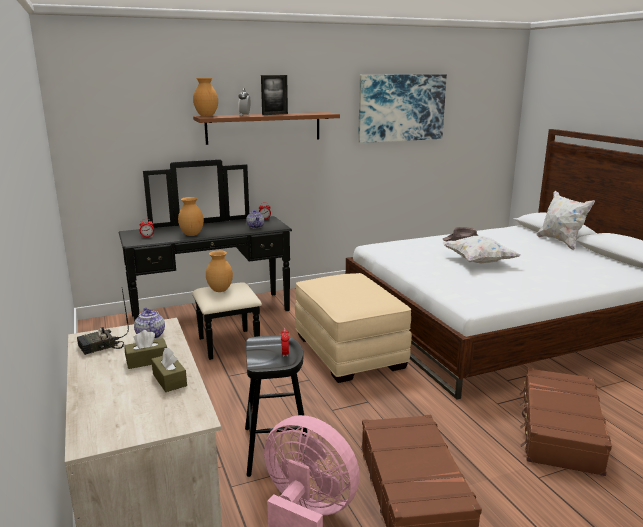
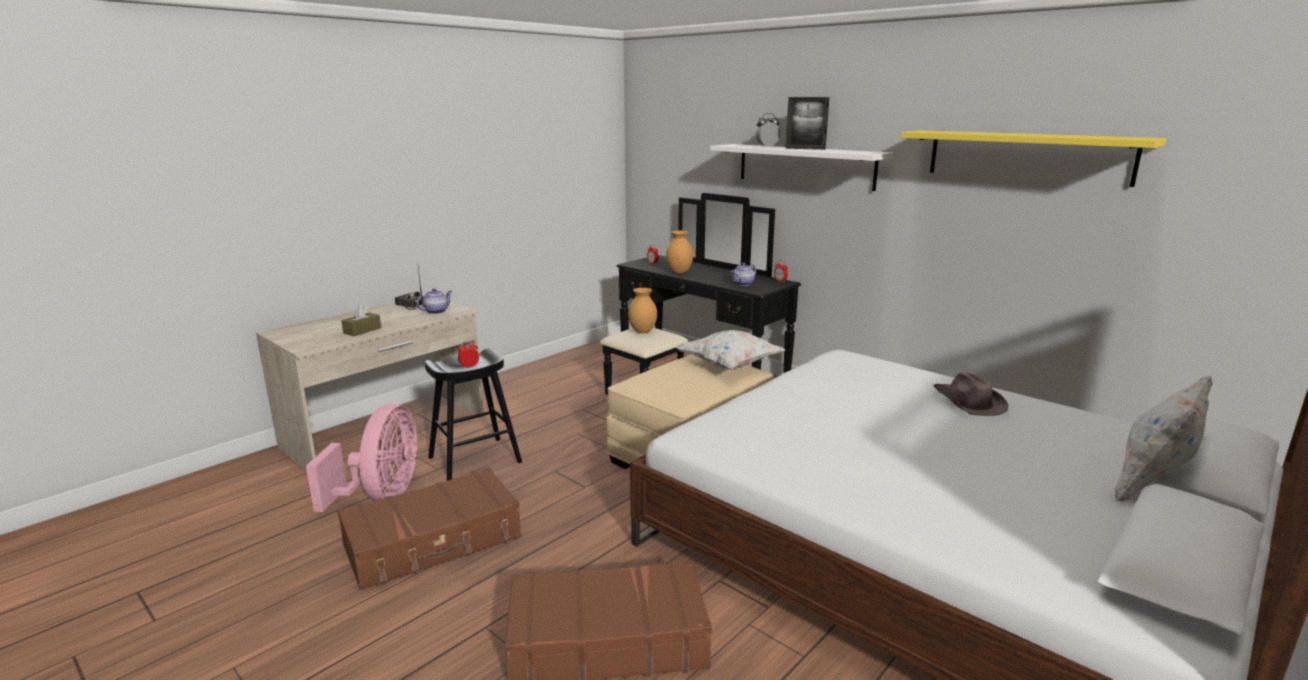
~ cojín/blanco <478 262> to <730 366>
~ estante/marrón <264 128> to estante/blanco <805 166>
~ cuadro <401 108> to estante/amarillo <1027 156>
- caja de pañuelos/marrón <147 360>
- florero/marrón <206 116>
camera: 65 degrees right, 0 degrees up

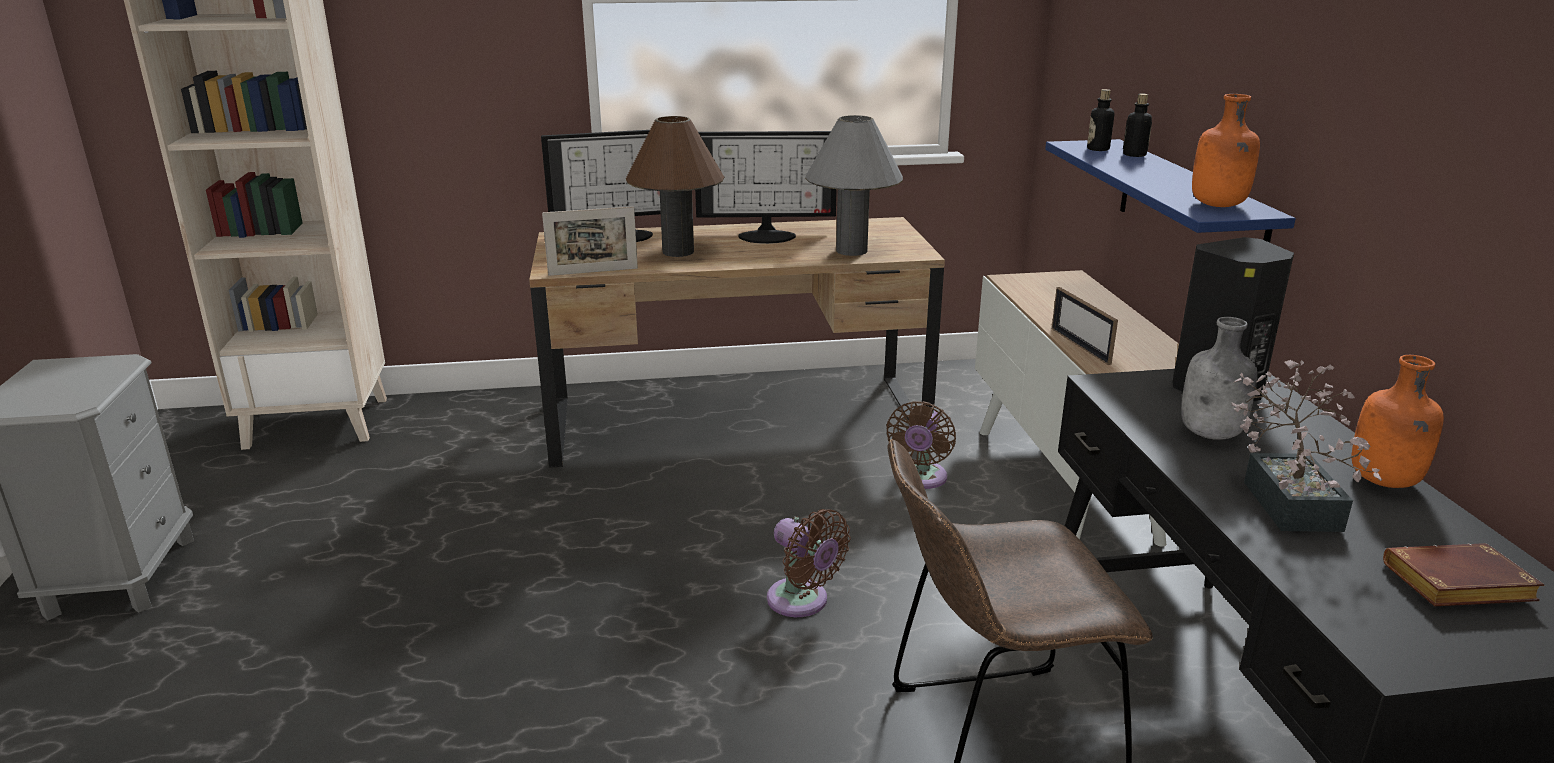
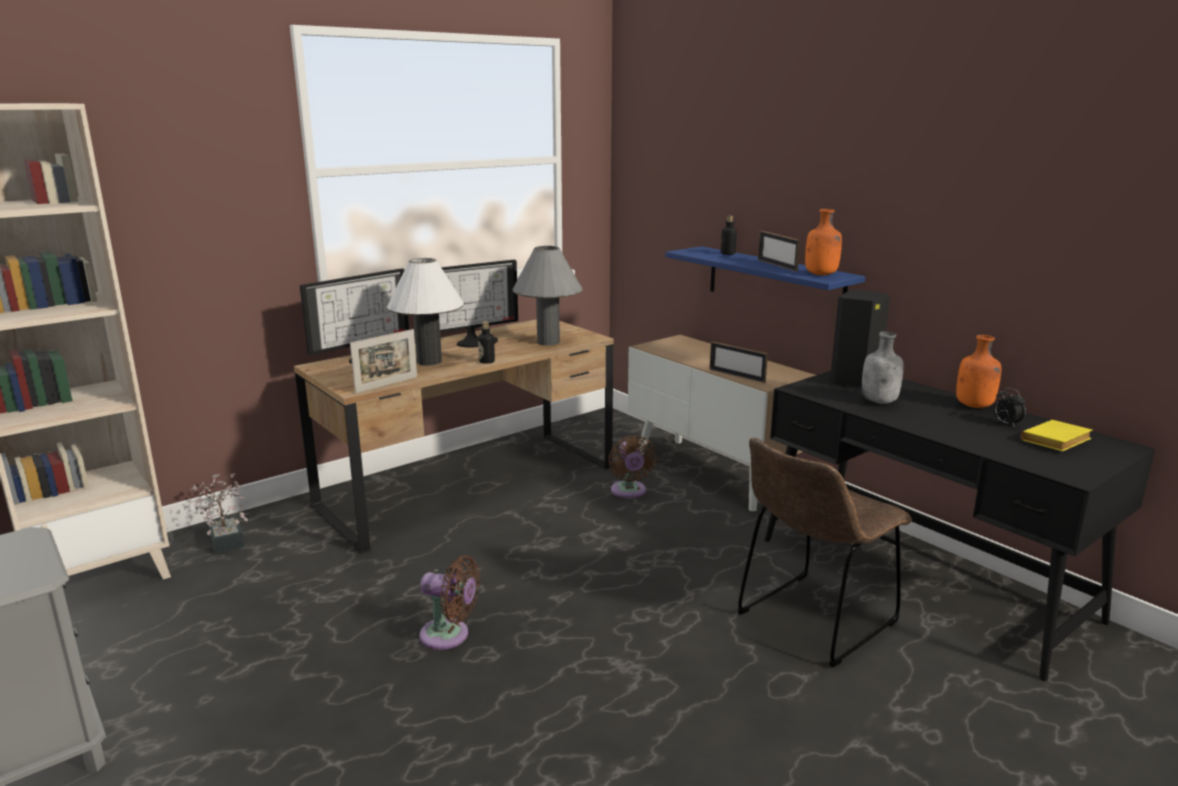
~ planta en maceta <1288 499> to <227 537>
~ lámpara de mesa/marrón <678 252> to lámpara de mesa/blanco <429 361>
~ ventilador/marrón <802 602> to <449 635>
~ botella <1098 149> to <487 361>
+ portarretratos <777 265>
+ despertador <1006 424>
~ libro/marrón <1456 586> to libro/amarillo <1056 442>
camera: 30 degrees left, 5 degrees down

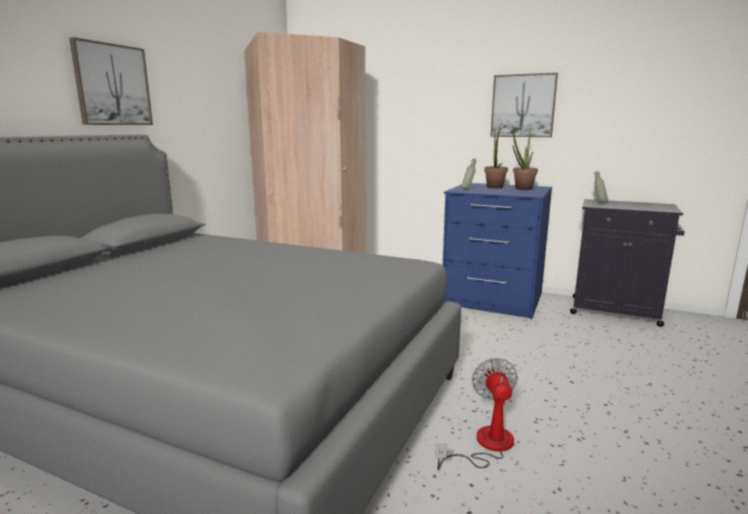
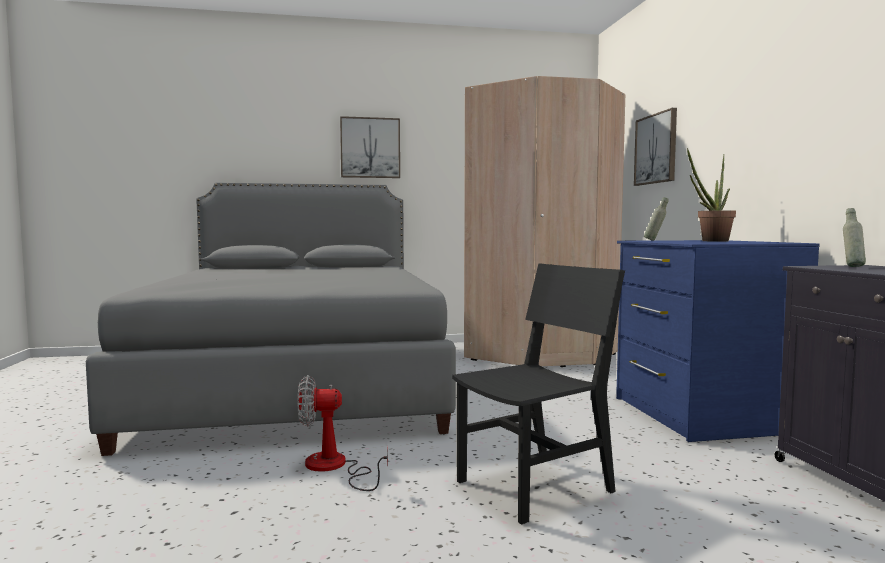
~ ventilador <485 445> = <334 467> 150 degrees counterclockwise
+ silla/negro <535 486>
~ cuadro <523 106> to <656 149>
- planta en maceta <521 189>
camera: 55 degrees right, 10 degrees down

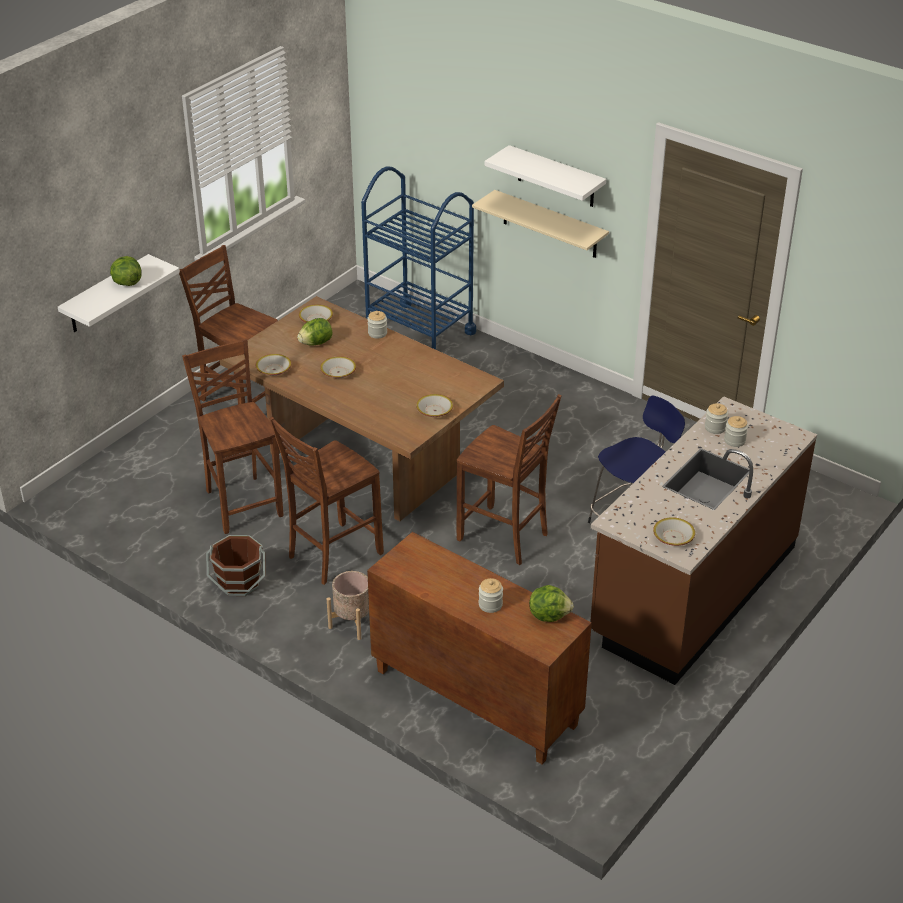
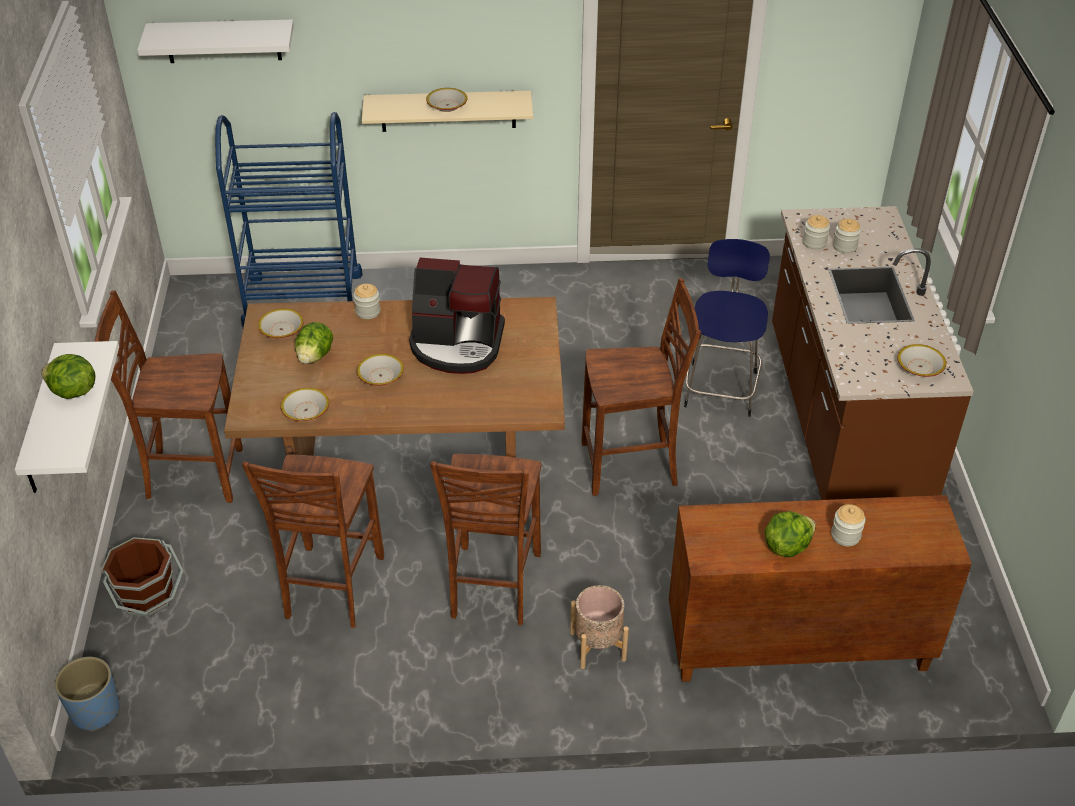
+ maceta/azul <94 710>
~ cubo/marrón <239 583> to <147 596>
~ estante/blanco <556 177> to <223 41>
~ silla/marrón <243 503> = <331 588> 105 degrees counterclockwise
+ cafetera <457 344>
~ cuenco <435 411> to <447 105>
~ lechuga <549 615> to <786 546>
camera: 40 degrees left, 5 degrees up

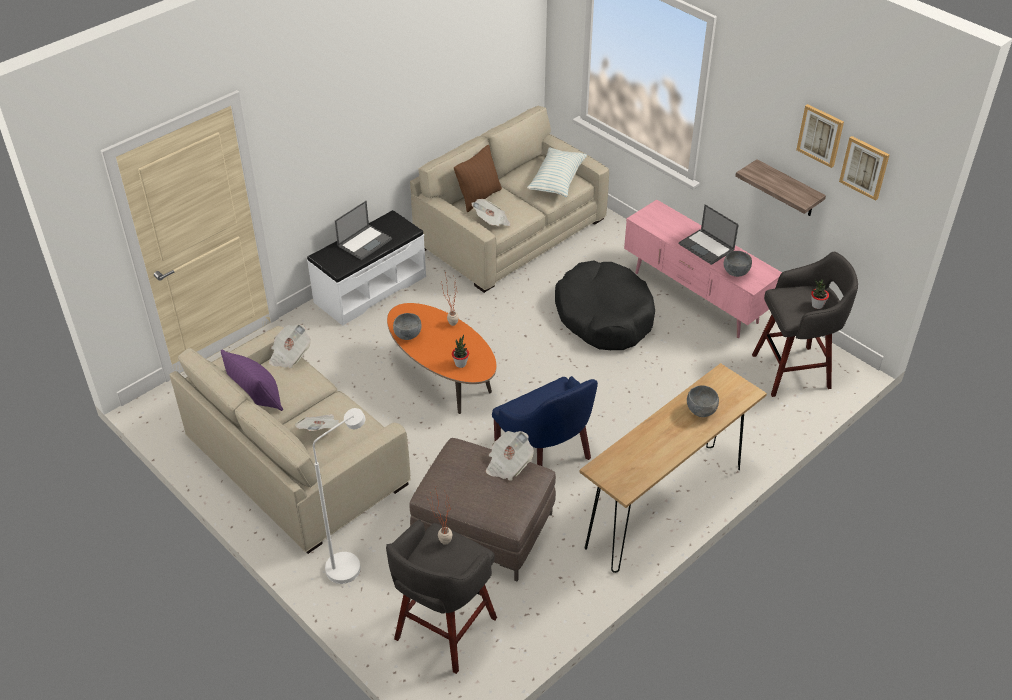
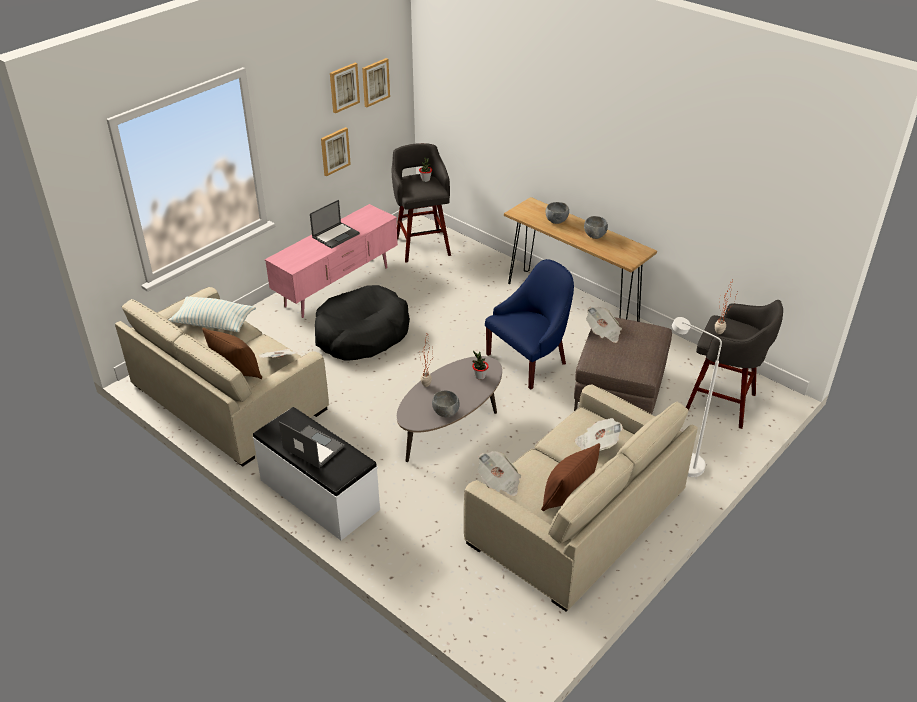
~ estante <788 189> to cuadro <334 151>
~ mesa de centro/naranja <442 377> to mesa de centro/gris <451 428>
~ cojín/morado <257 399> to cojín/marrón <567 497>
~ cuenco/gris <735 272> to <594 236>
camera: 95 degrees left, 5 degrees down

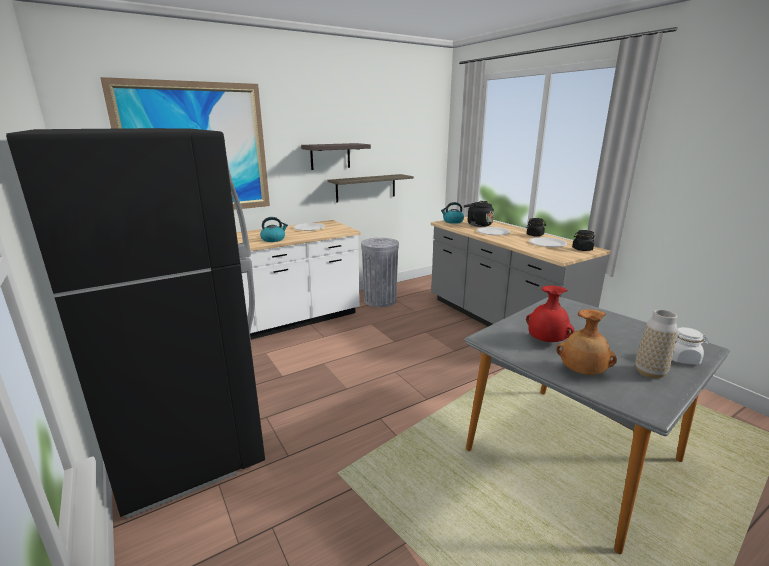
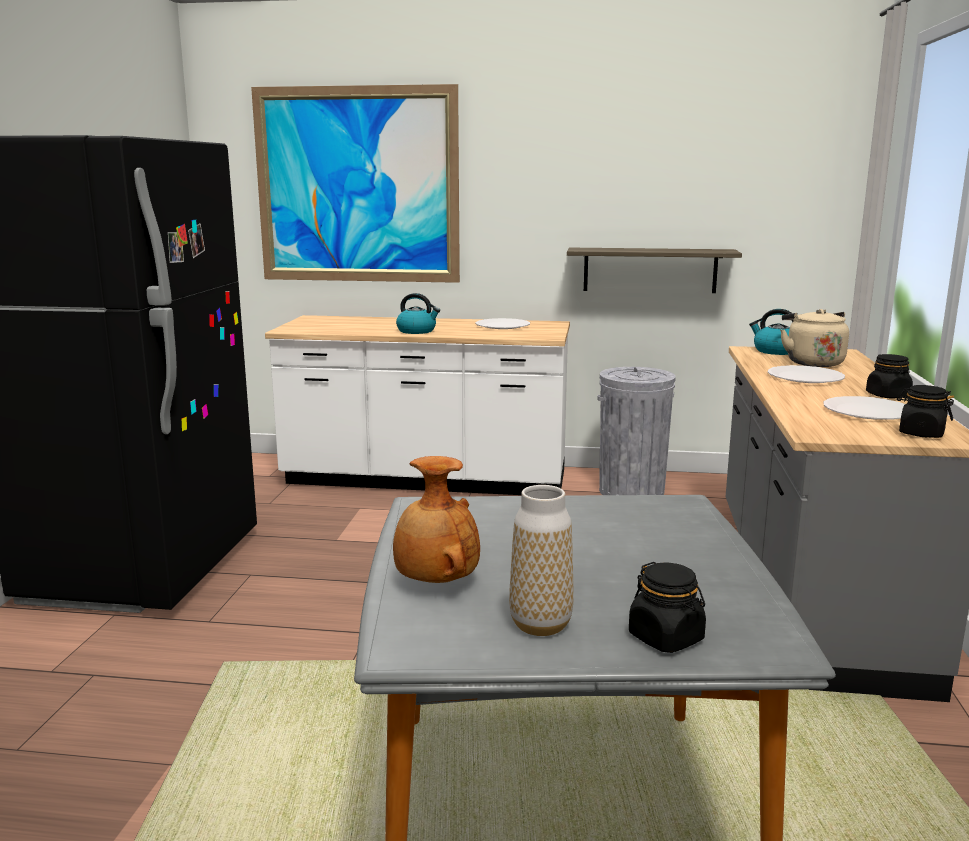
~ tarro/blanco <682 358> to tarro/negro <666 638>
~ hervidor/negro <477 225> to hervidor/beis <812 362>
- estante <330 156>
- florero/rojo <546 341>
camera: 40 degrees right, 5 degrees down

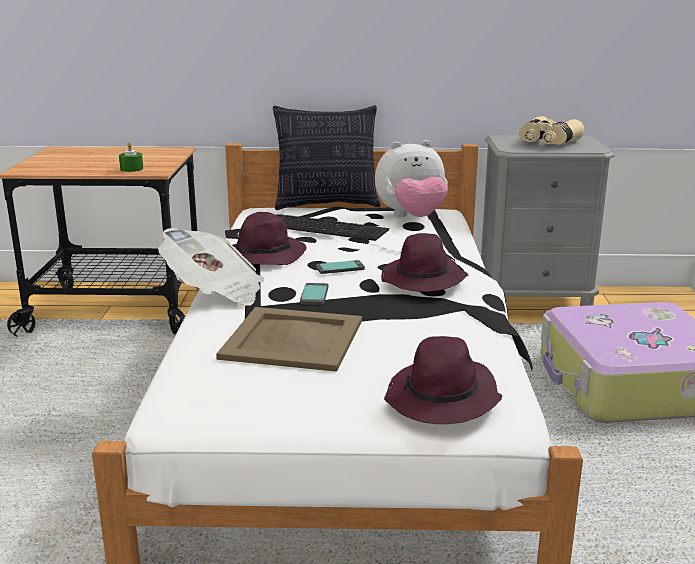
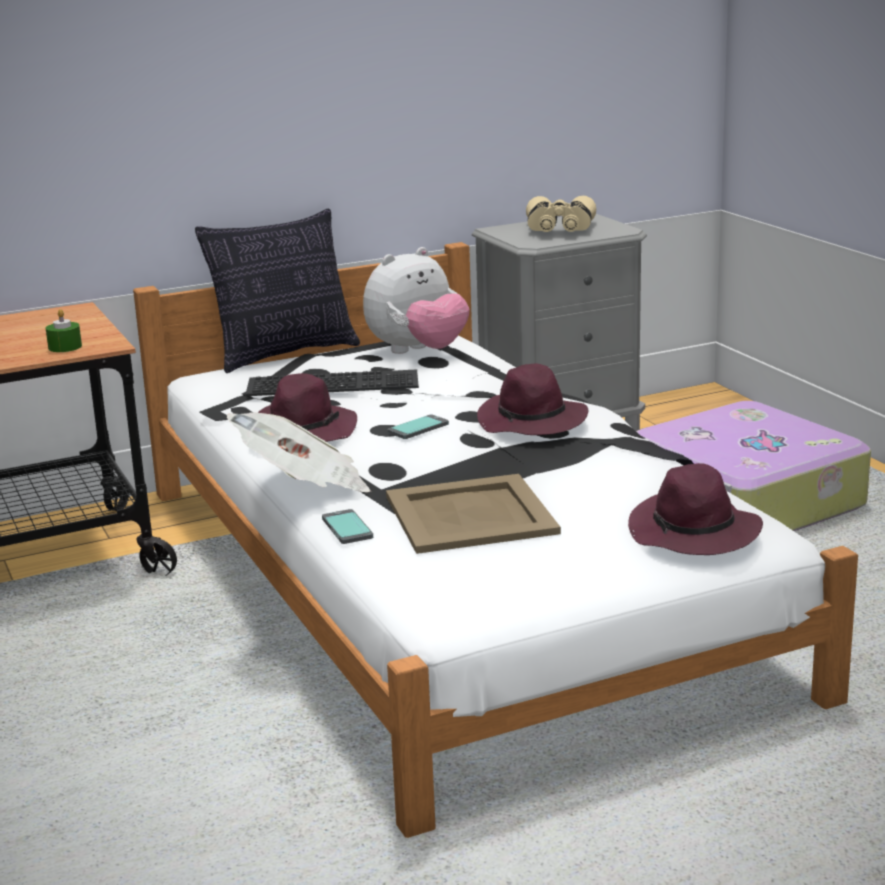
~ móvil <314 295> to <346 528>
camera: 25 degrees left, 0 degrees up

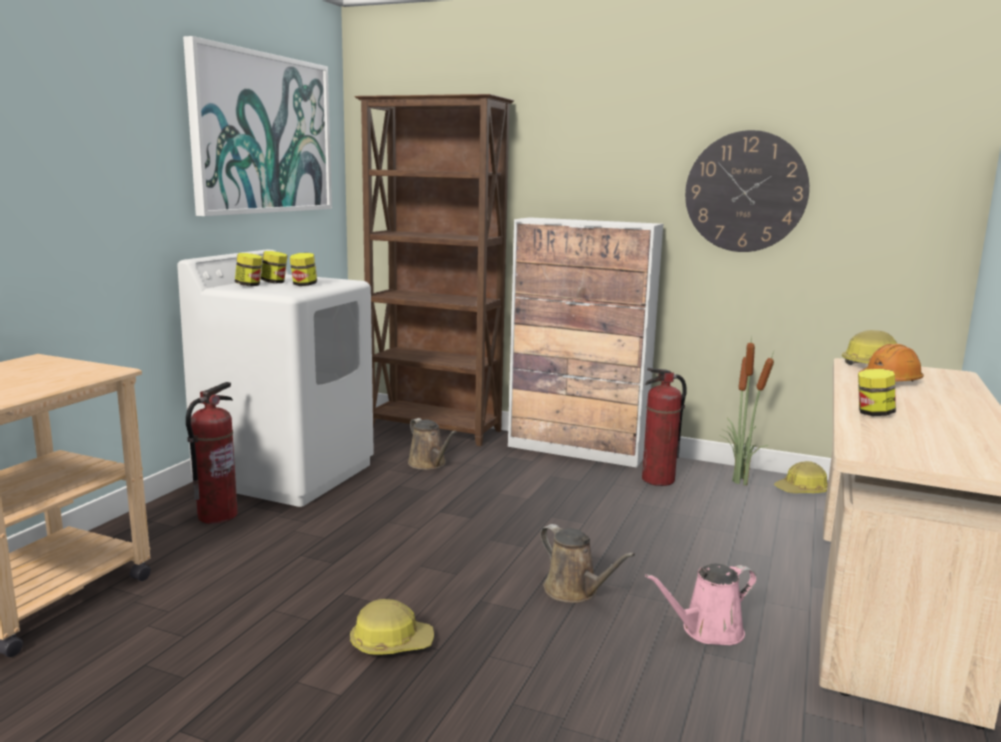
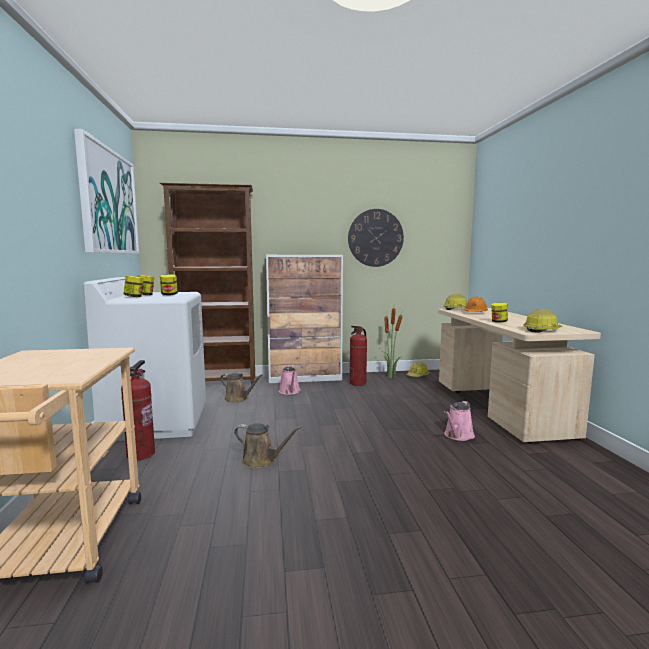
~ regadera/marrón <574 591> to <261 461>
+ regadera/rosa <290 391>
~ casco <391 643> to <542 330>
camera: 30 degrees left, 5 degrees down

